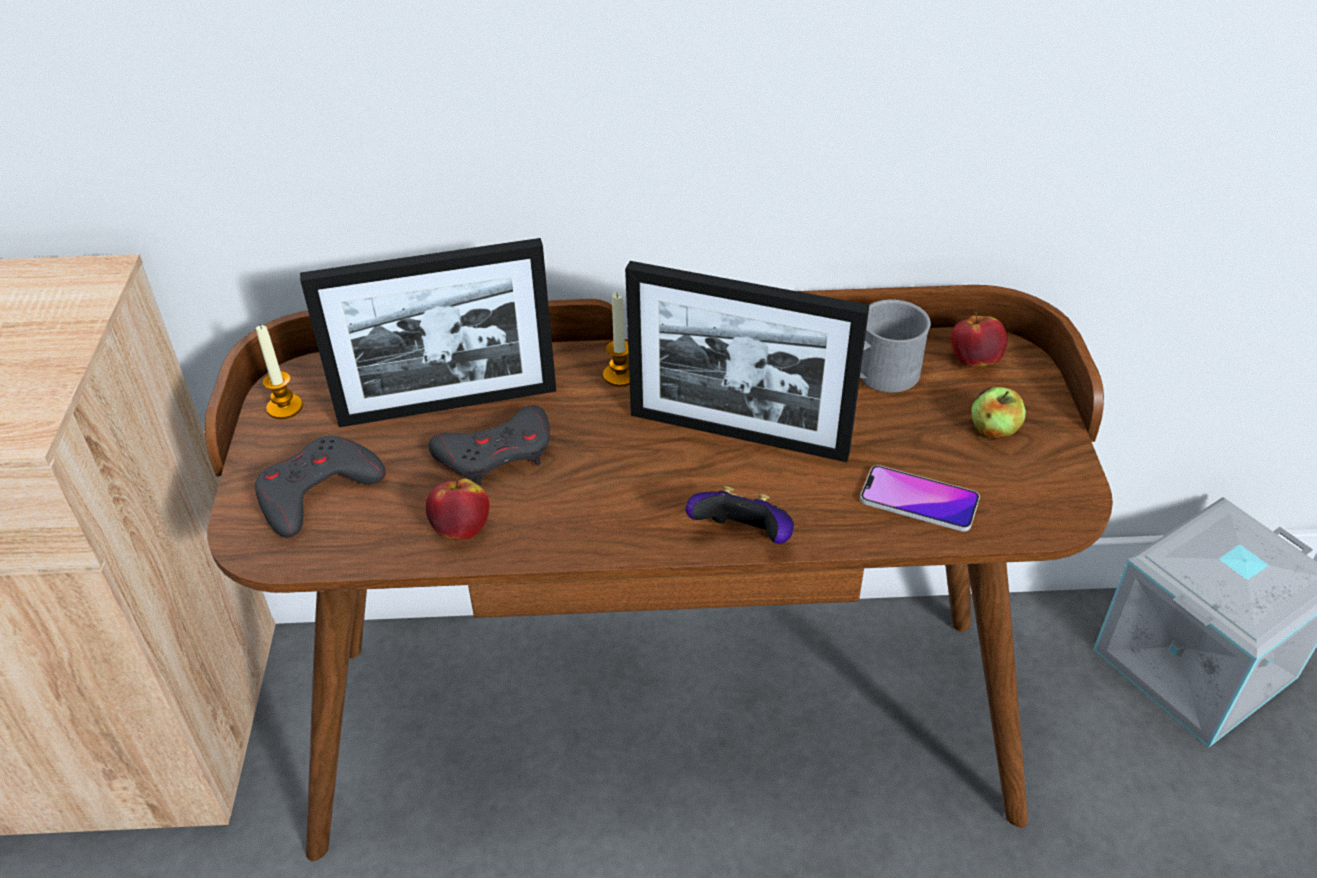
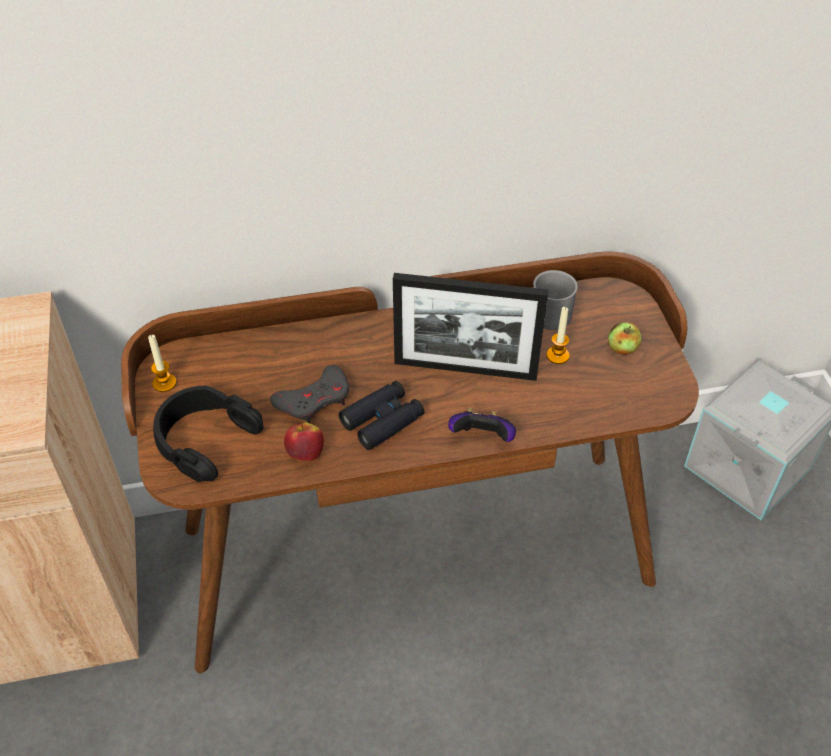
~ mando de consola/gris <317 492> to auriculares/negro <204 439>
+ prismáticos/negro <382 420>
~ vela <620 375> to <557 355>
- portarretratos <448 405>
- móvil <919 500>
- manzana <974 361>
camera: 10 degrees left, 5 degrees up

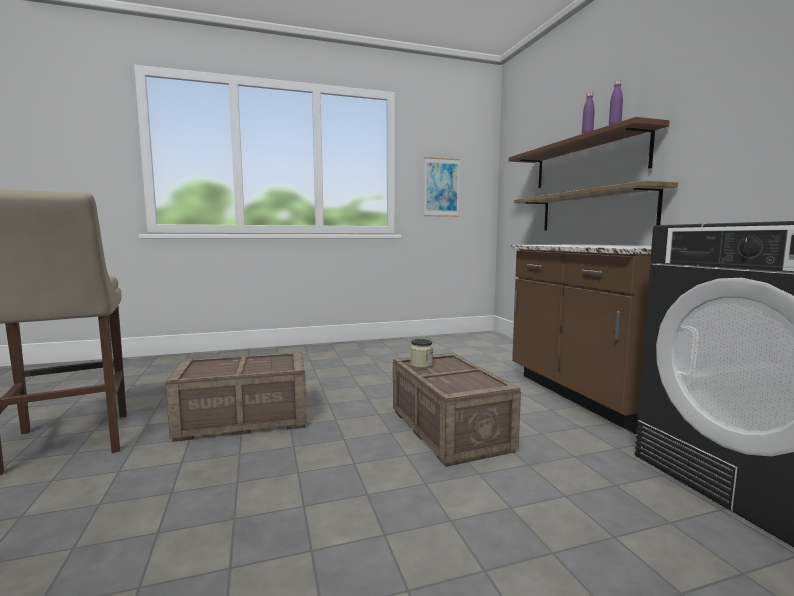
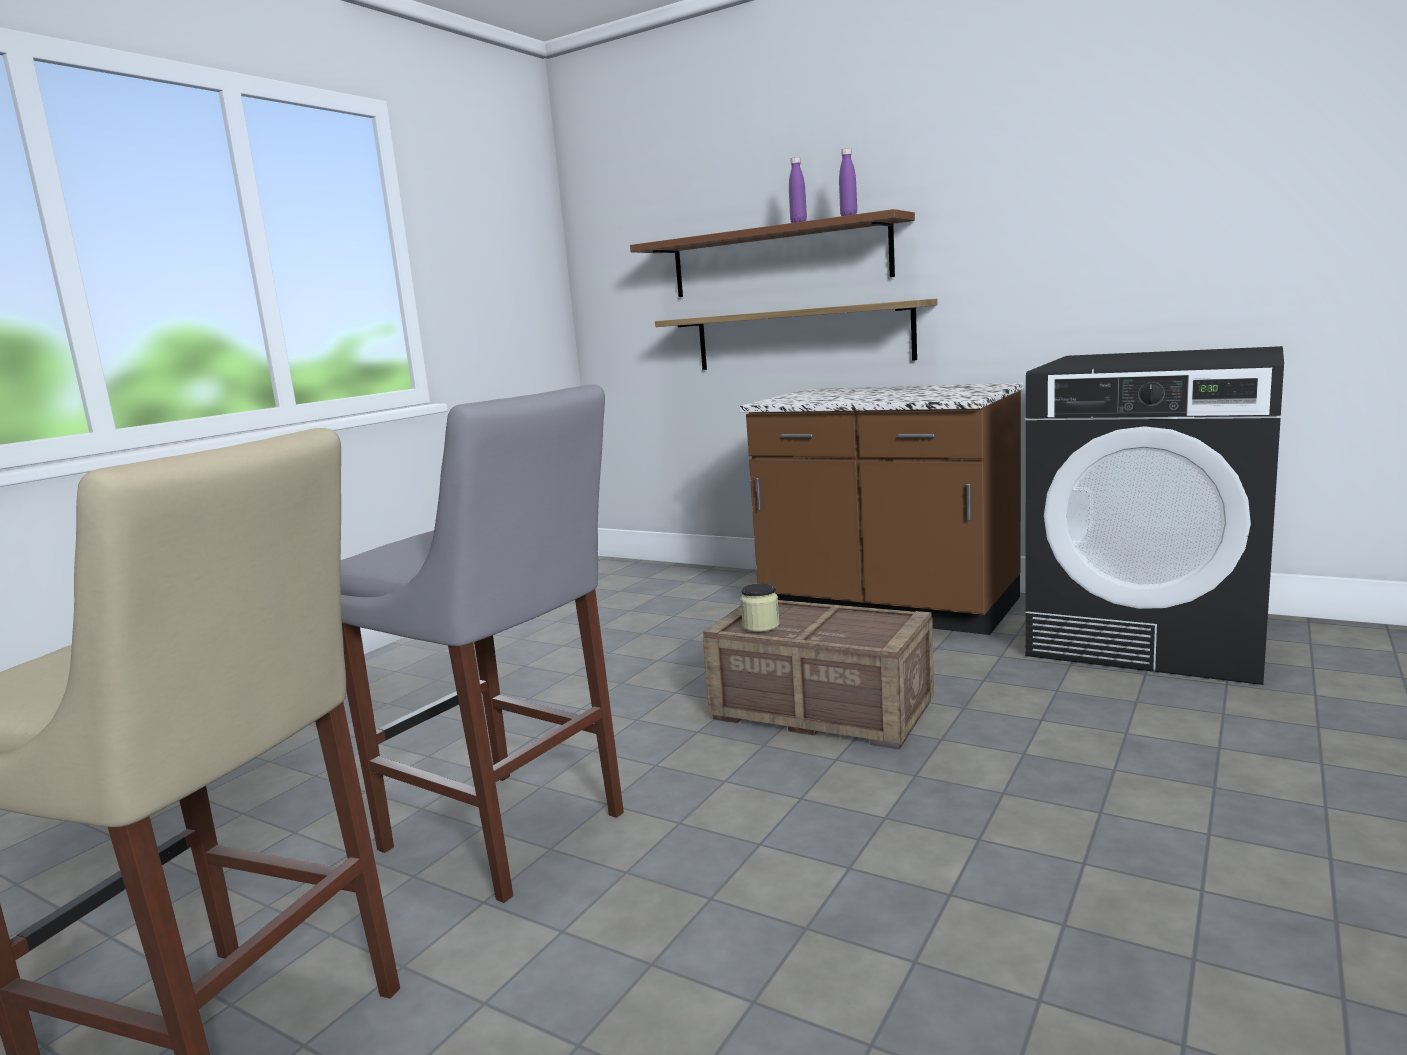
~ caja de embalaje <243 420> to taburete/gris <511 835>
- cuadro <441 187>
camera: 40 degrees left, 5 degrees up

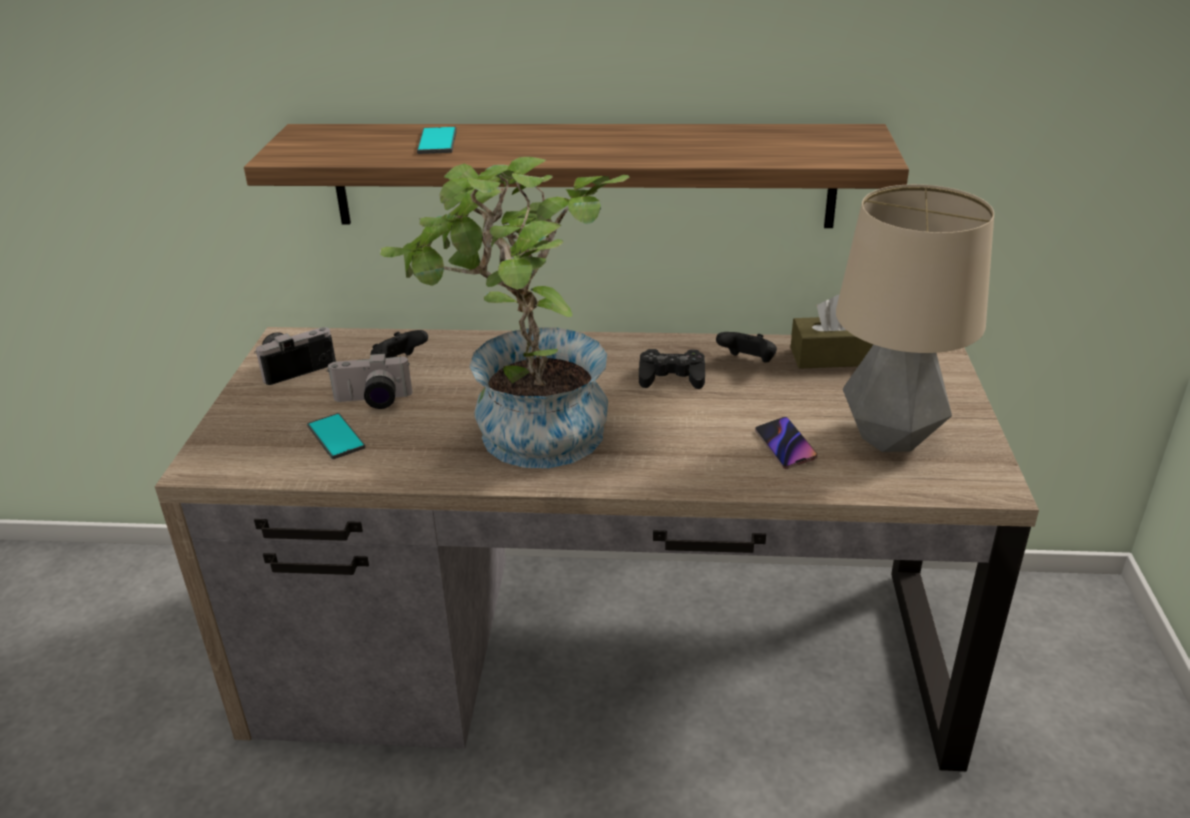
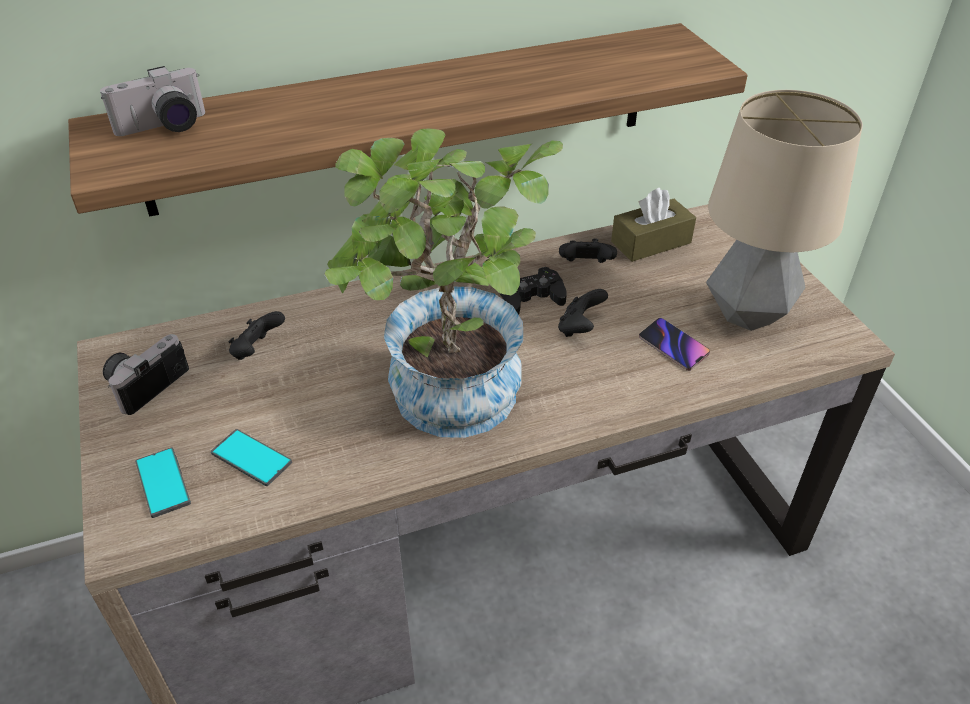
~ cámara <372 401> to <164 128>
~ móvil <437 141> to <163 482>
+ mando de consola/negro <580 328>
camera: 25 degrees left, 10 degrees up

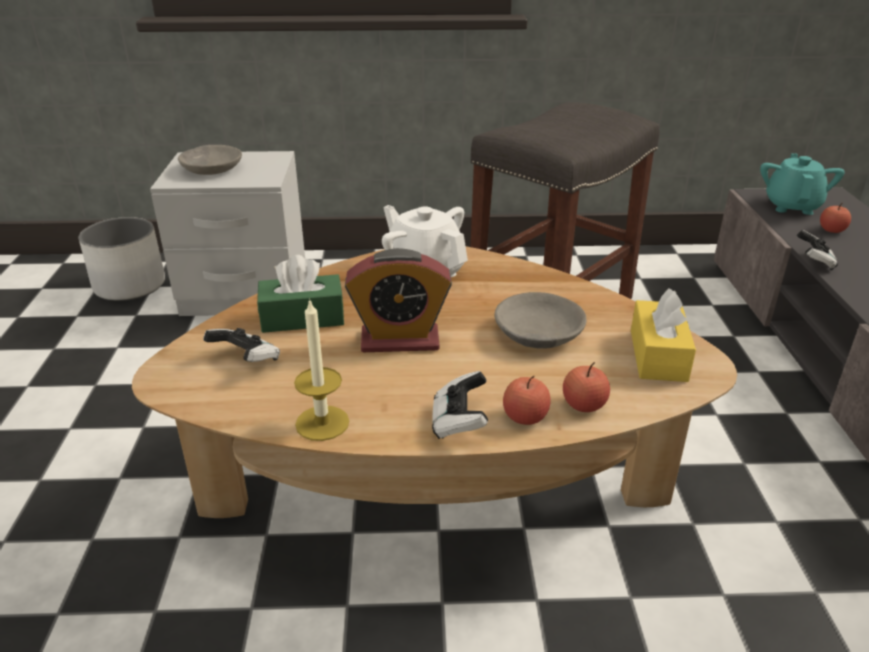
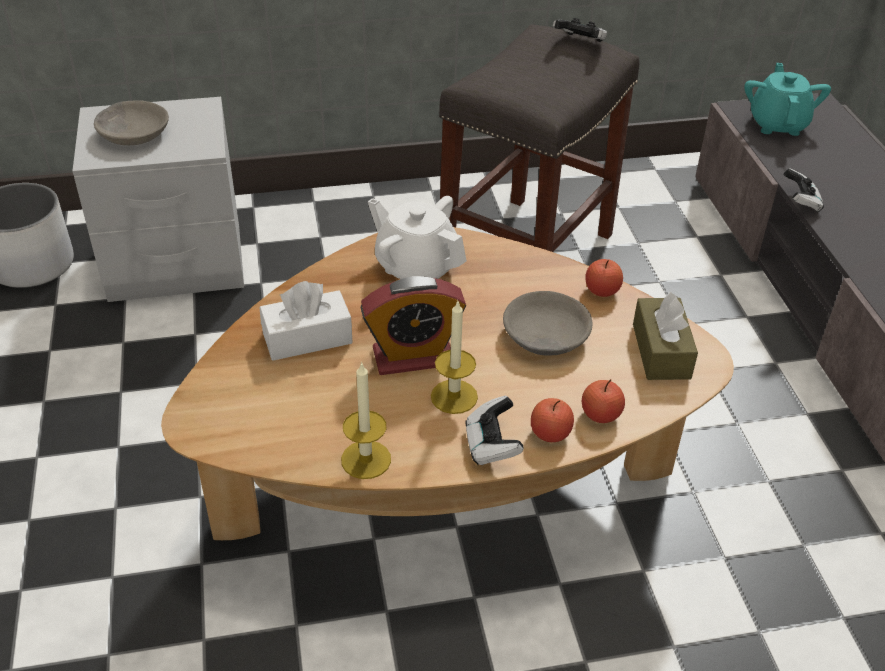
~ caja de pañuelos/verde <302 318> to caja de pañuelos/blanco <307 338>
+ vela <454 396>
~ mando de consola <246 361> to <579 43>
~ manzana <831 230> to <602 290>
~ caja de pañuelos/amarillo <658 355> to caja de pañuelos/marrón <661 351>
camera: 10 degrees left, 10 degrees up

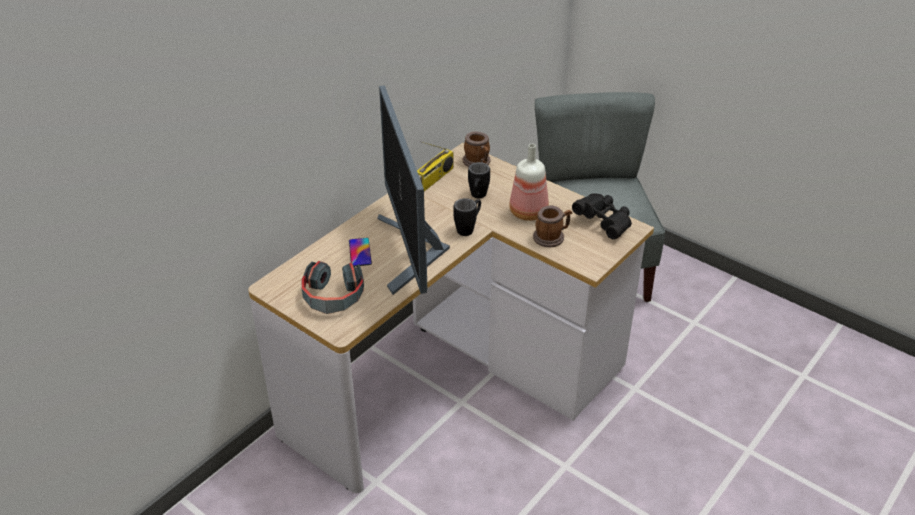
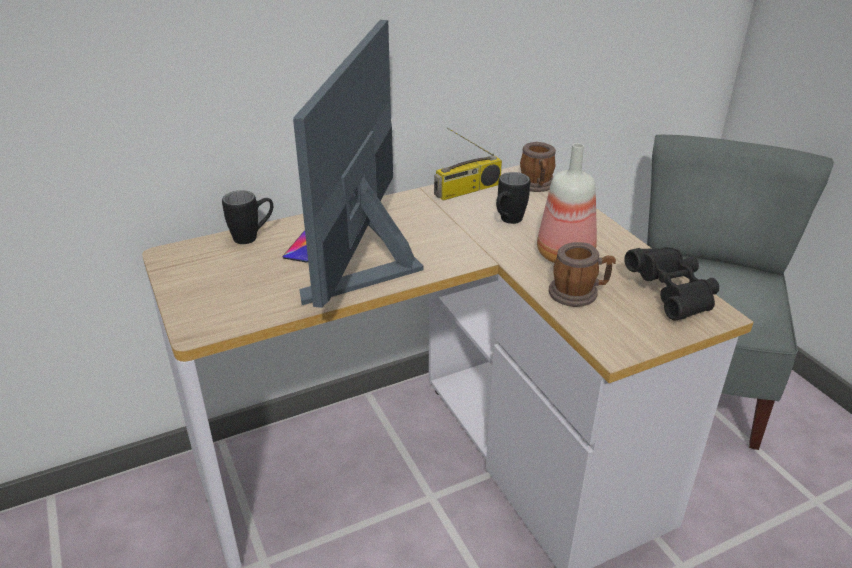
~ taza grande/negro <468 228> to <253 237>
- auriculares <333 297>
camera: 25 degrees right, 5 degrees down

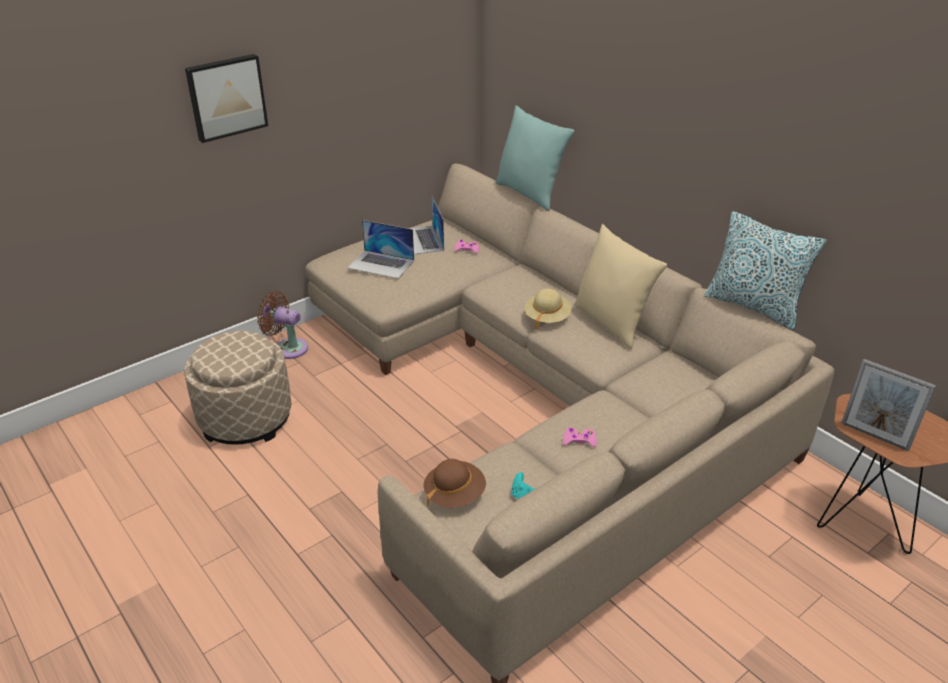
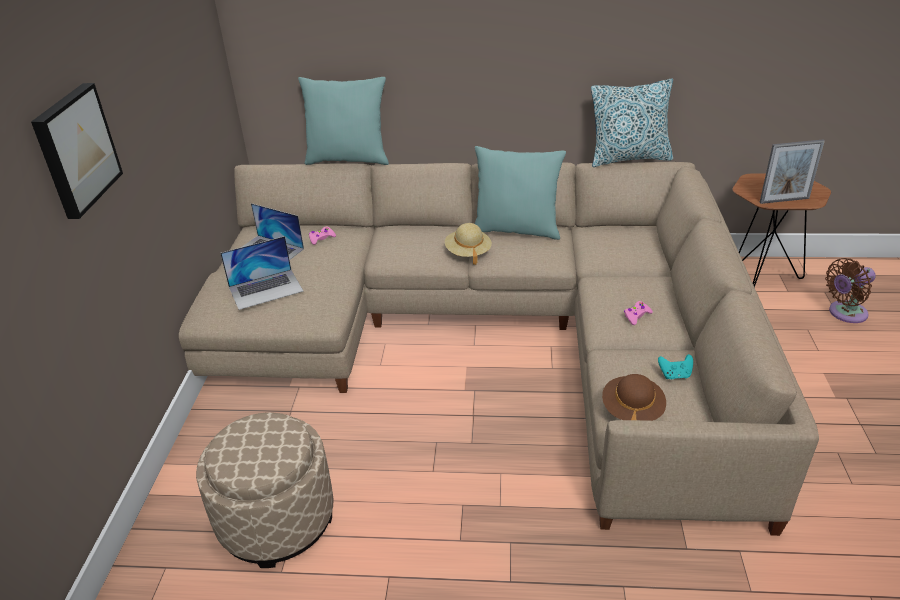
~ cojín/beis <612 323> to cojín/turquesa <517 230>
~ ventilador/marrón <287 348> to <844 313>
camera: 45 degrees left, 0 degrees up

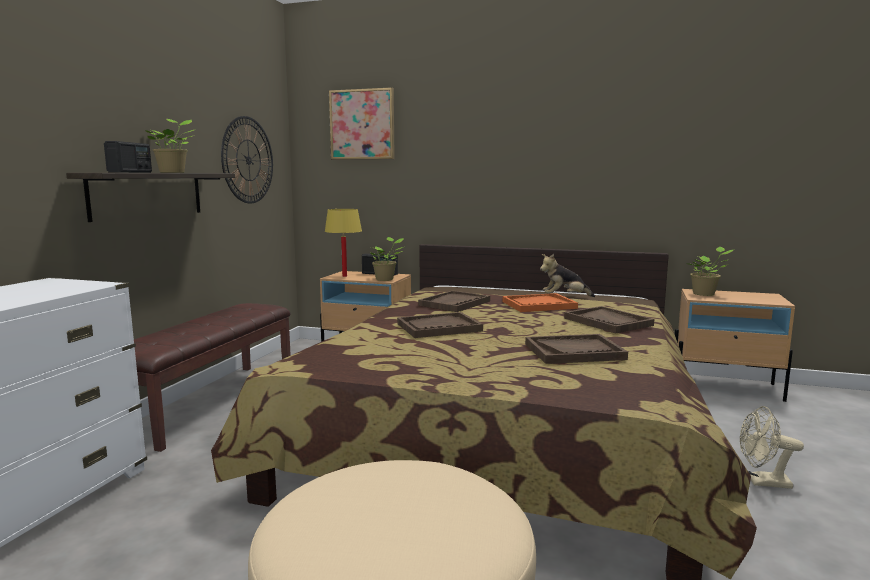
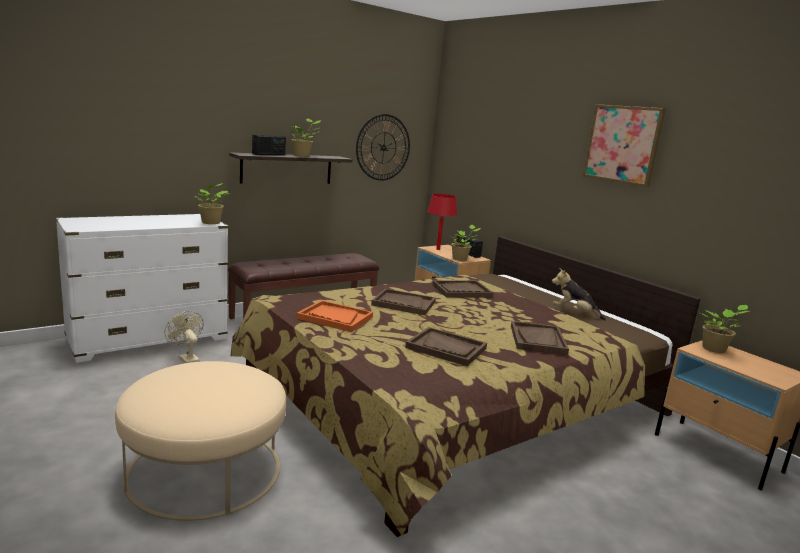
~ ventilador/beis <762 482> to <186 358>
+ planta en maceta <211 223>
~ bandeja/naranja <539 305> to <335 318>
~ lámpara de mesa/amarillo <344 276> to lámpara de mesa/rojo <438 249>
~ cuadro <362 124> to <623 144>
camera: 35 degrees right, 5 degrees up

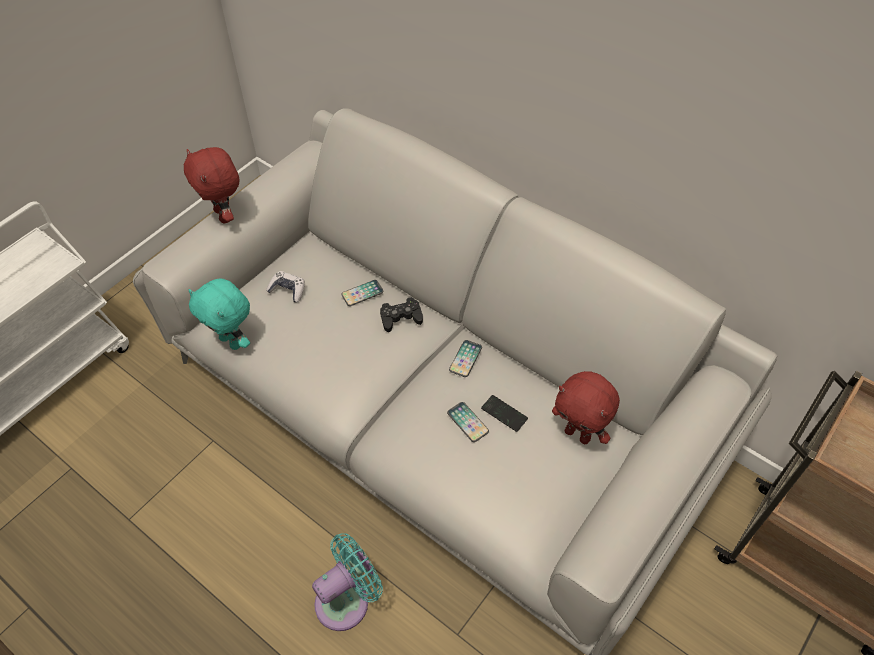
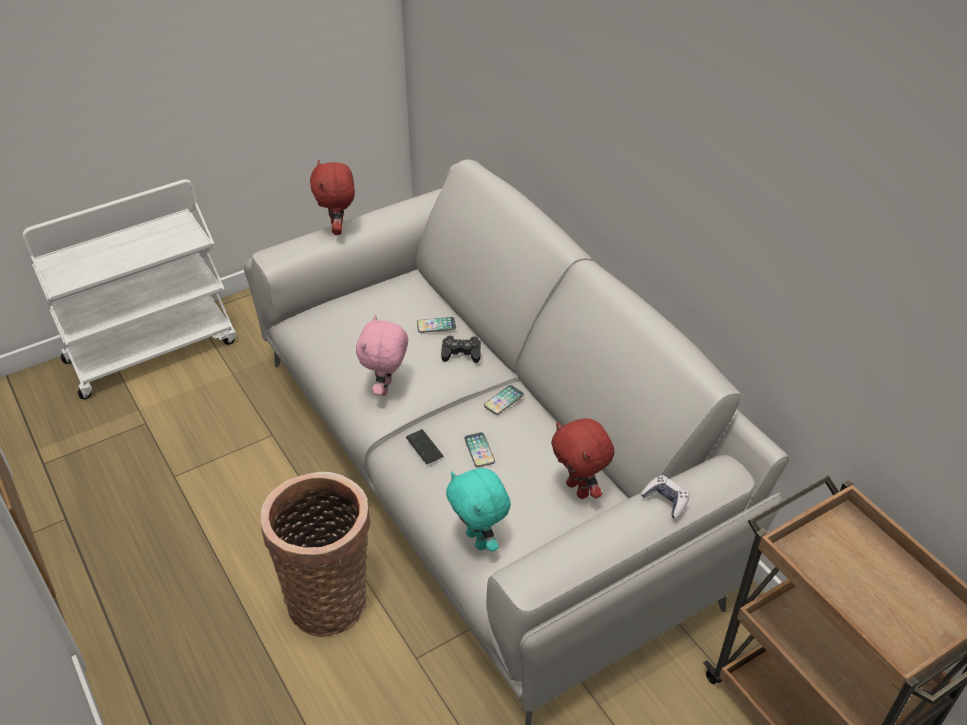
~ ventilador/turquesa <347 600> to cesta <329 597>
+ peluche/rosa <386 388>
~ móvil <504 414> to <424 447>
~ peluche/turquesa <232 341> to <479 540>
~ mando de consola <288 290> to <666 500>
camera: 20 degrees right, 10 degrees down

